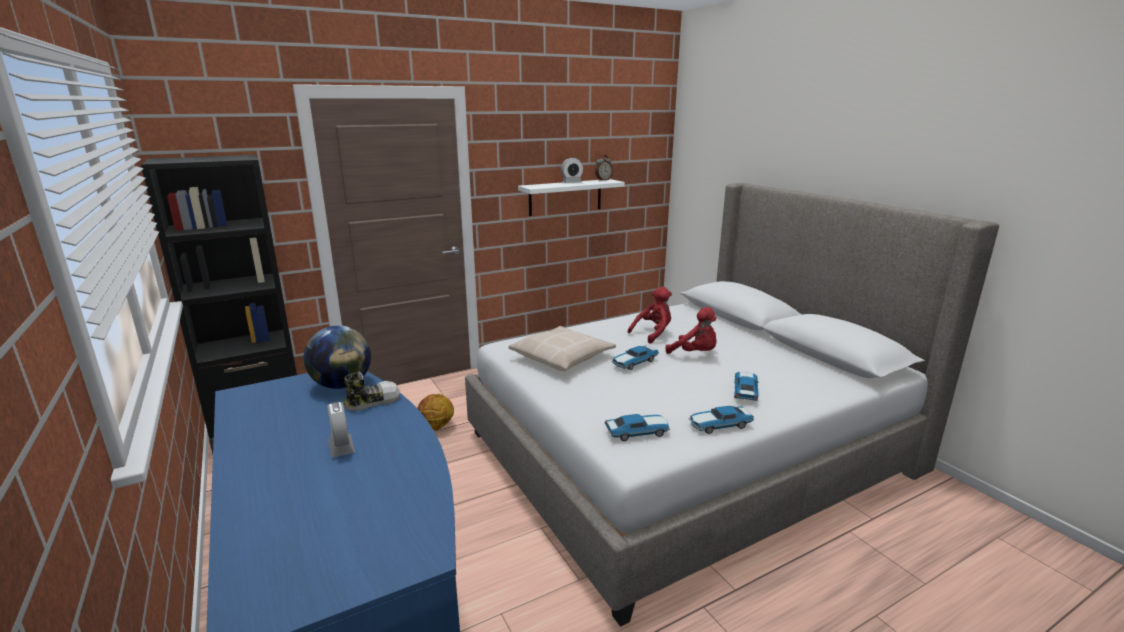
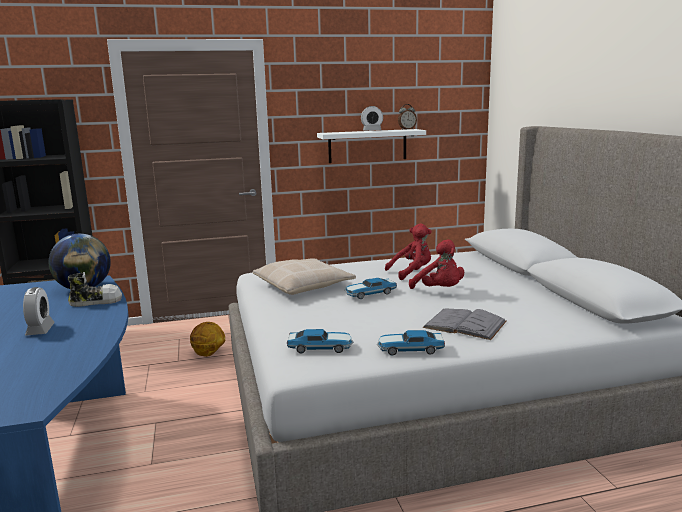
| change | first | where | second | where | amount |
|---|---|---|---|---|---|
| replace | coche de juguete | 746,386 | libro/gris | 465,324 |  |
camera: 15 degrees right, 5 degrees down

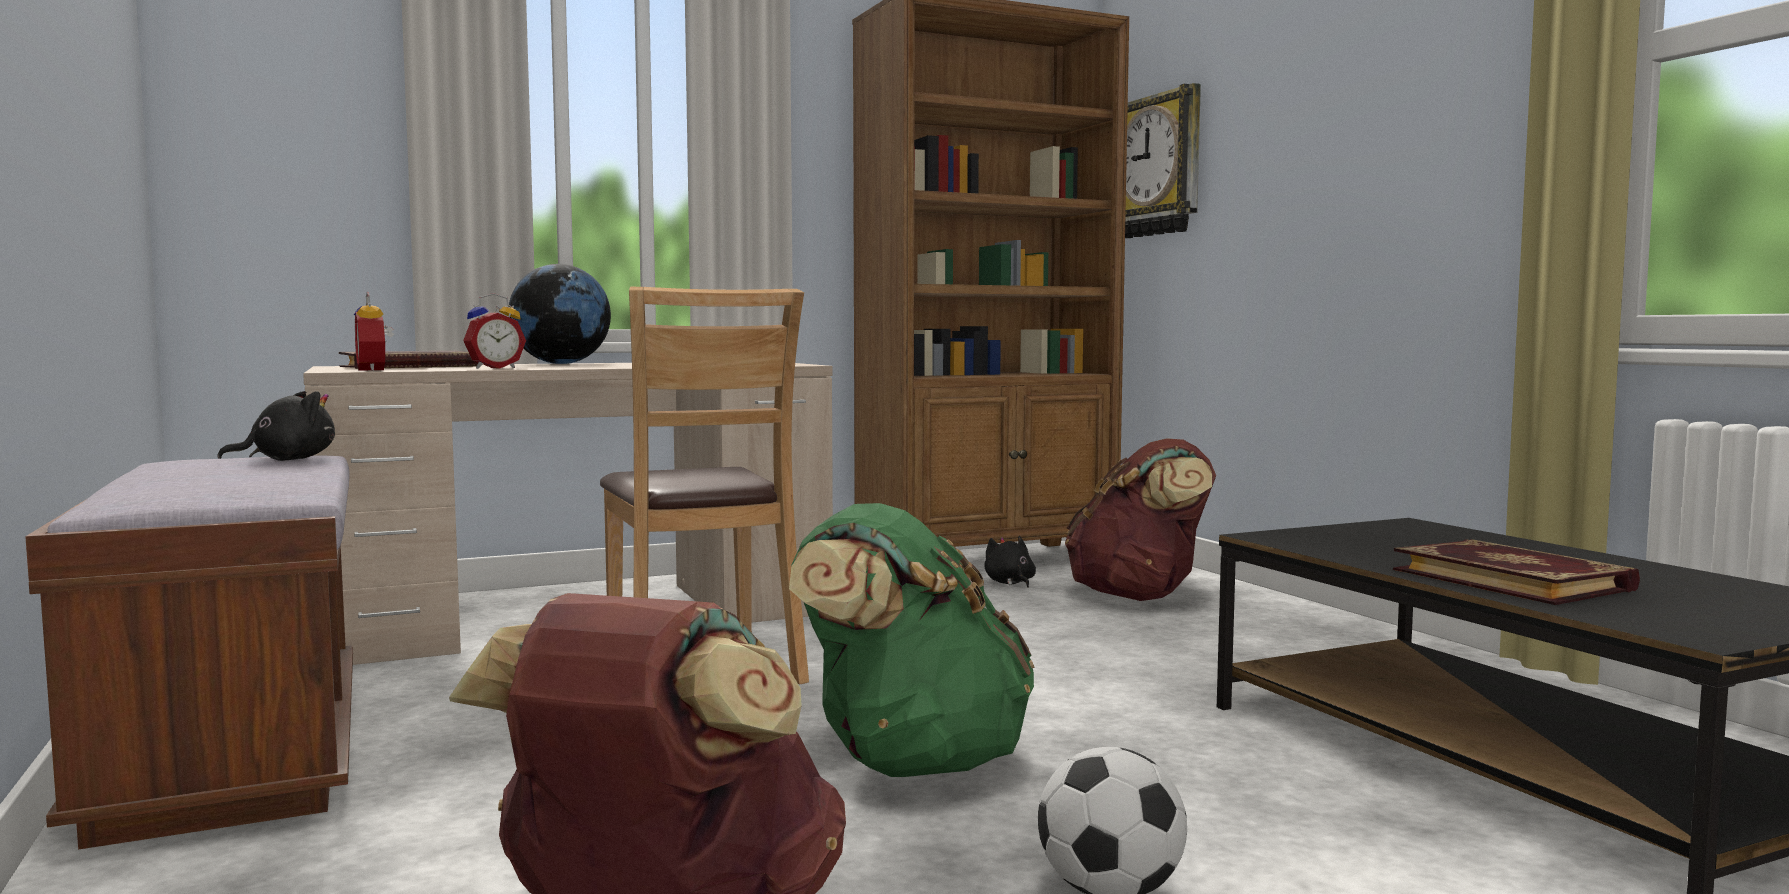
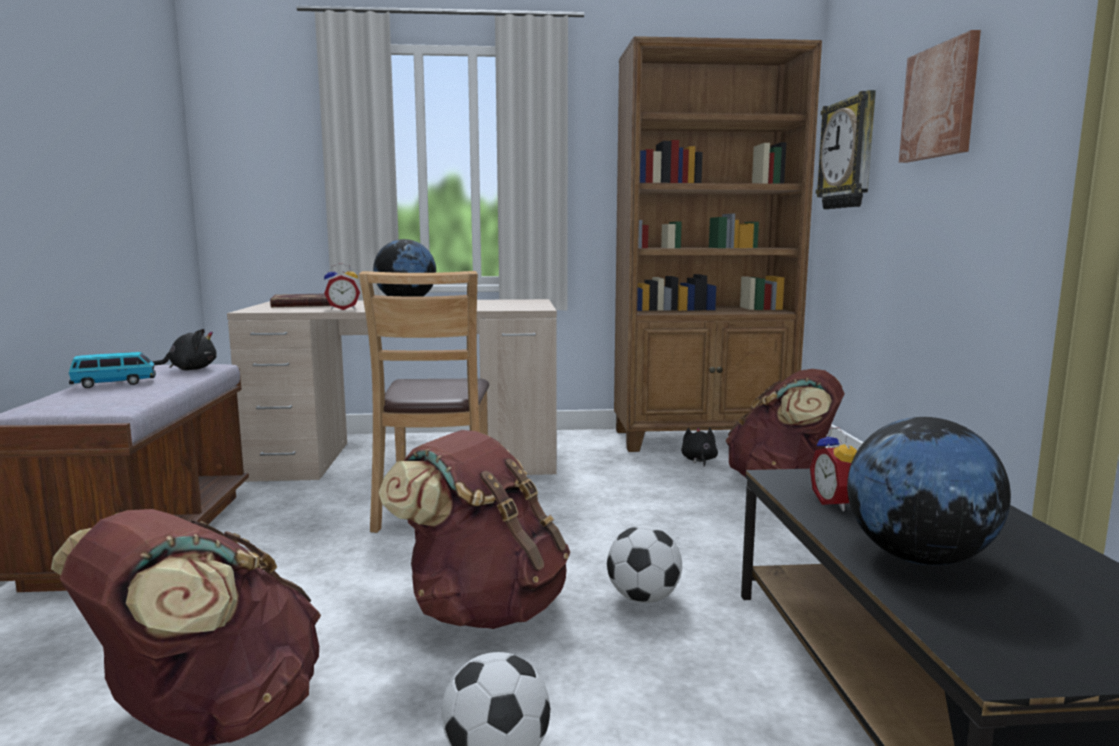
| change | first | where | second | where | amount |
|---|---|---|---|---|---|
| insert |  |  | coche de juguete | 112,370 |  |
| recolor | mochila/verde | 912,640 | mochila/marrón | 474,529 |  |
| insert |  |  | balón de fútbol | 644,564 |  |
| move | despertador | 374,331 |  | 833,469 |  |
| replace | libro | 1516,572 | globo terráqueo | 929,491 |  |
| insert |  |  | cuadro | 940,96 |  |
camera: 20 degrees right, 5 degrees up

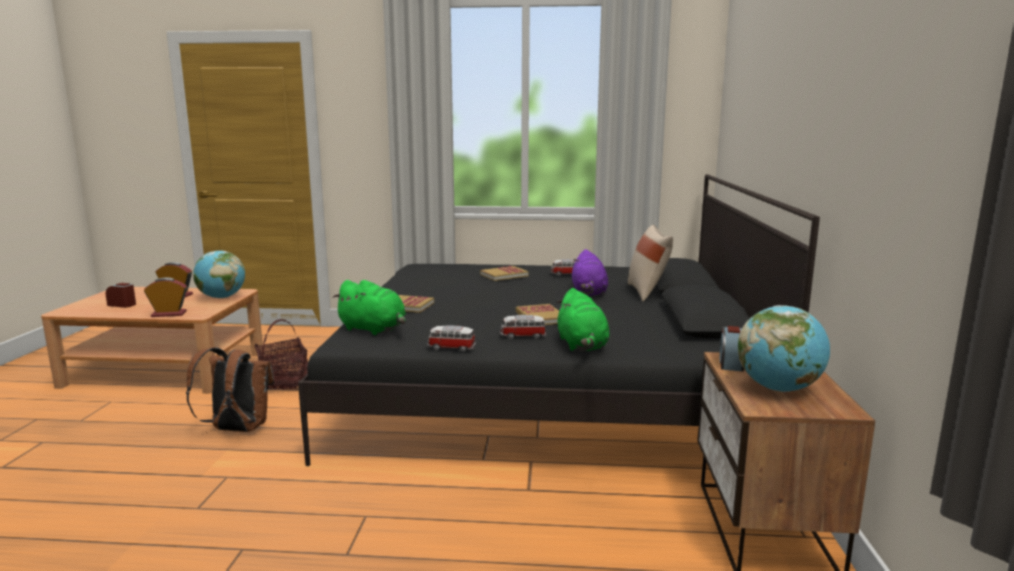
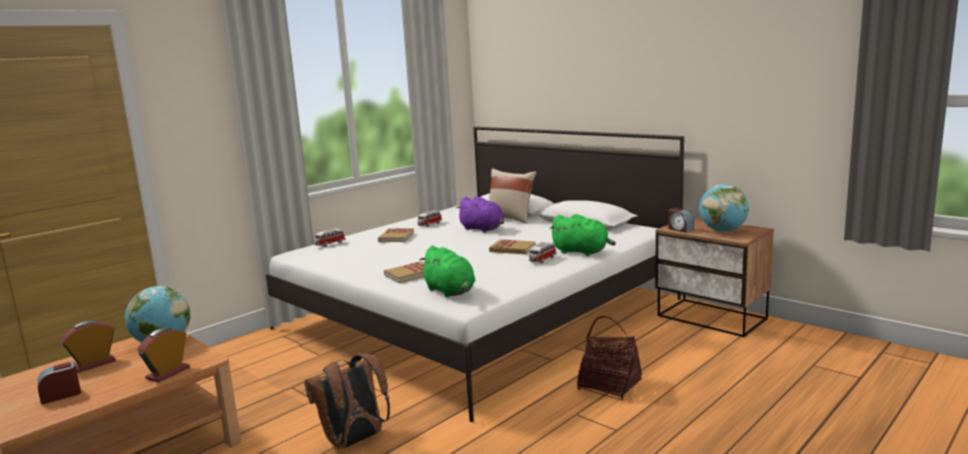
| change | first | where | second | where | amount |
|---|---|---|---|---|---|
| recolor | cama/negro | 559,320 | cama/blanco | 475,274 |  |
| move | coche de juguete | 451,338 |  | 330,238 |  |
| rotate | peluche/verde | 369,307 |  | 447,271 | 75 degrees clockwise |
| move | cesta | 281,354 |  | 609,358 |  |
camera: 50 degrees left, 0 degrees up

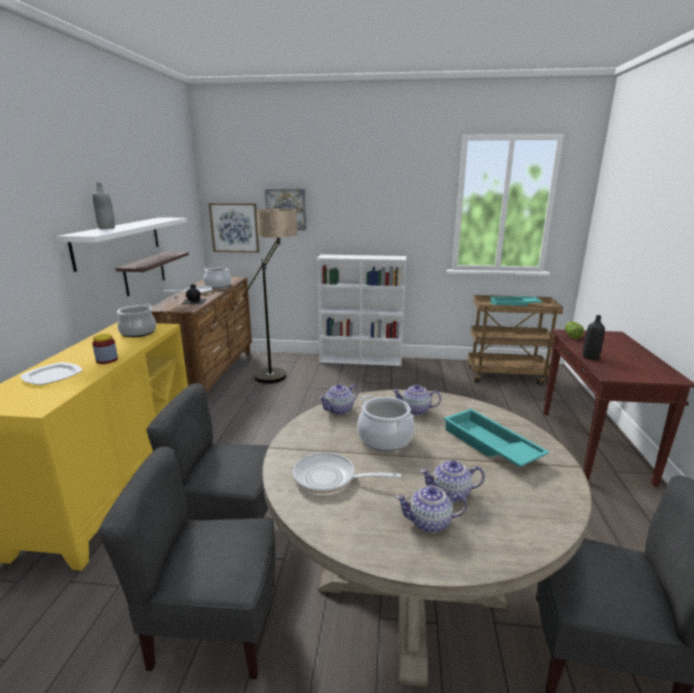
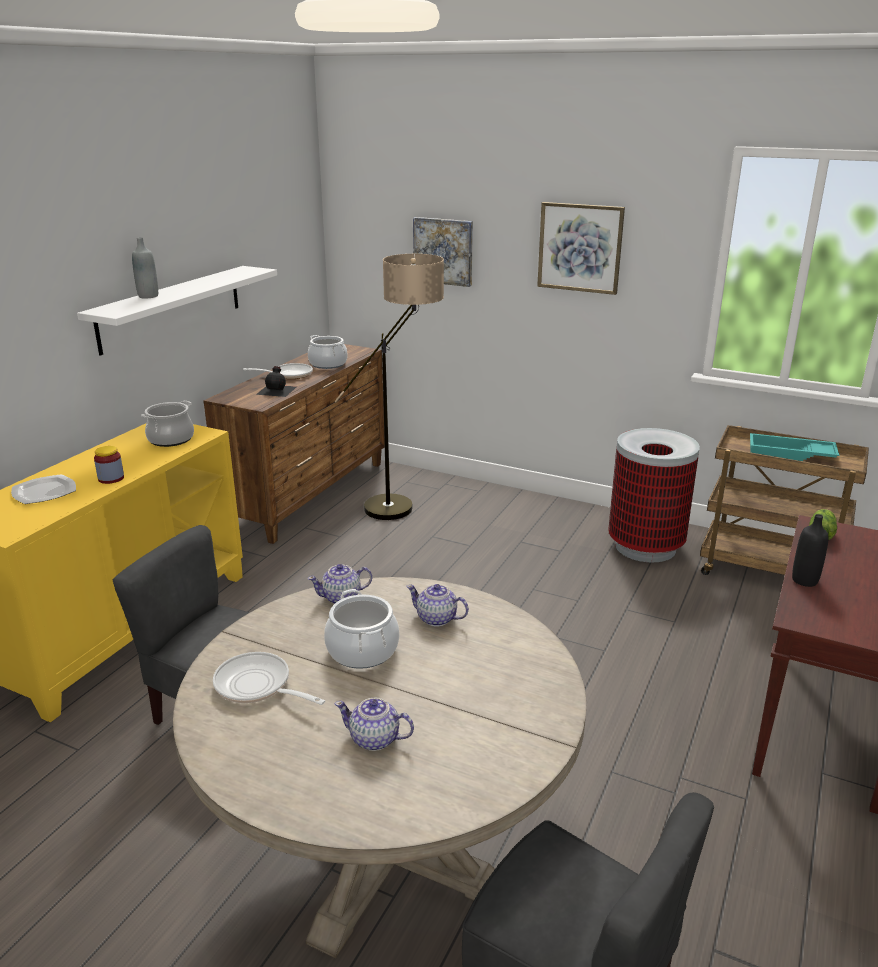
| change | first | where | second | where | amount |
|---|---|---|---|---|---|
| move | cuadro | 234,228 |  | 581,248 |  |
| insert |  |  | papelera | 654,495 |  |
| delete | silla/gris | 187,563 |  |  |  |
| delete | estante | 152,274 |  |  |  |
| delete | estantería/blanco | 361,310 |  |  |  |
| delete | tetera | 431,509 |  |  |  |
| delete | bandeja/turquesa | 496,438 |  |  |  |
camera: 20 degrees right, 5 degrees up

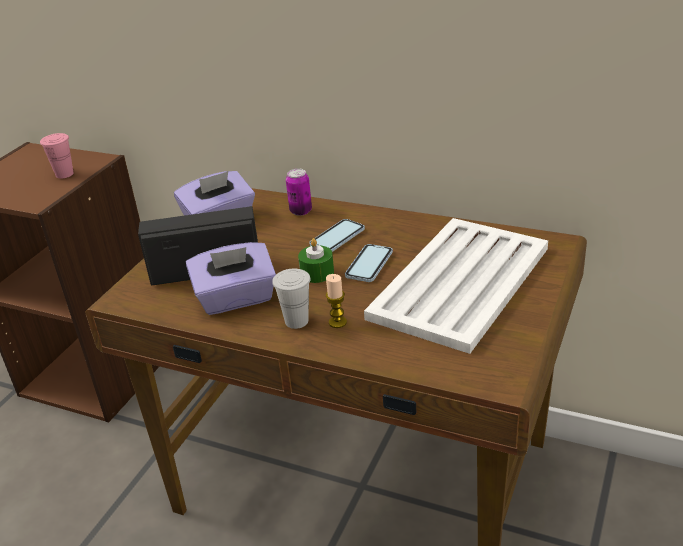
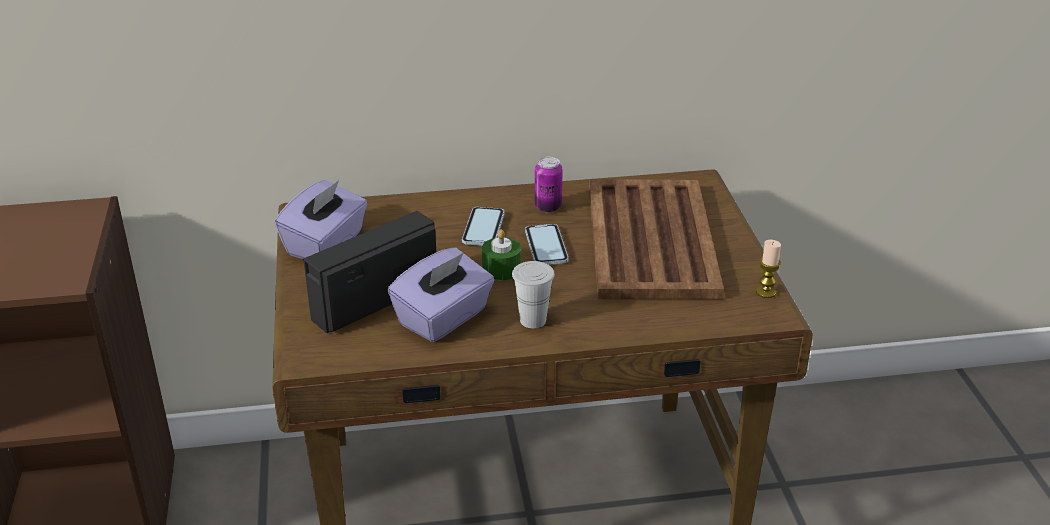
| change | first | where | second | where | amount |
|---|---|---|---|---|---|
| move | lata | 299,192 |  | 549,184 |  |
| recolor | bandeja/blanco | 456,286 | bandeja/marrón | 656,239 |  |
| move | vela | 336,301 |  | 768,269 |  |
| delete | taza/rosa | 57,156 |  |  |  |
camera: 35 degrees left, 0 degrees up

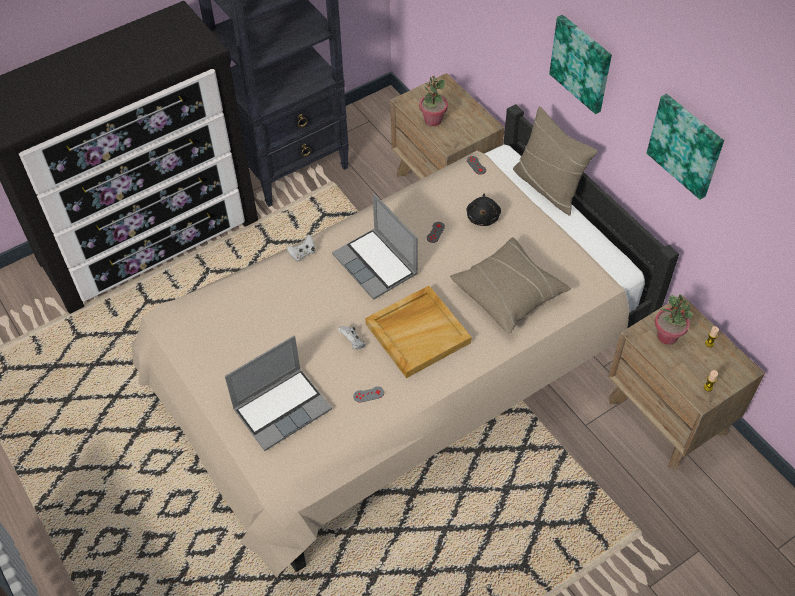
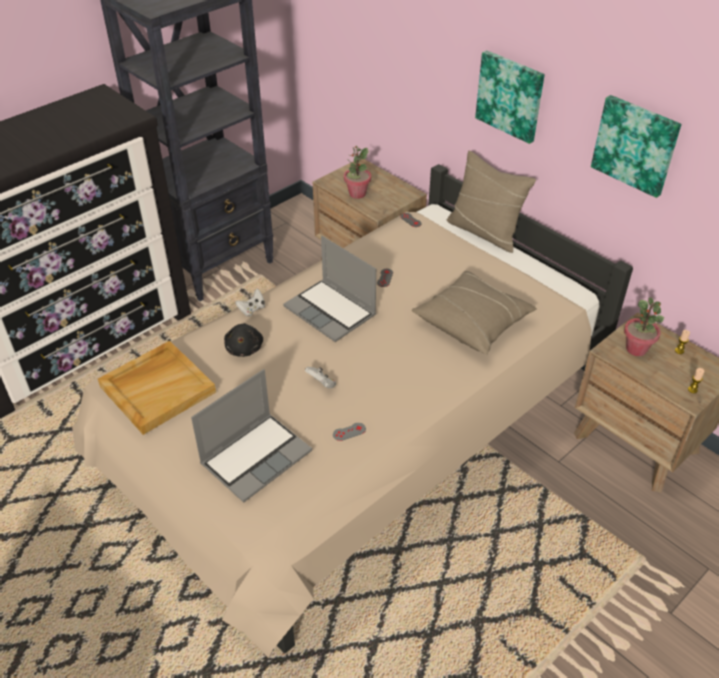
| change | first | where | second | where | amount |
|---|---|---|---|---|---|
| move | bandeja/beis | 418,332 |  | 157,388 |  |
| move | peluche/negro | 483,210 |  | 243,340 |  |
camera: 10 degrees left, 10 degrees down

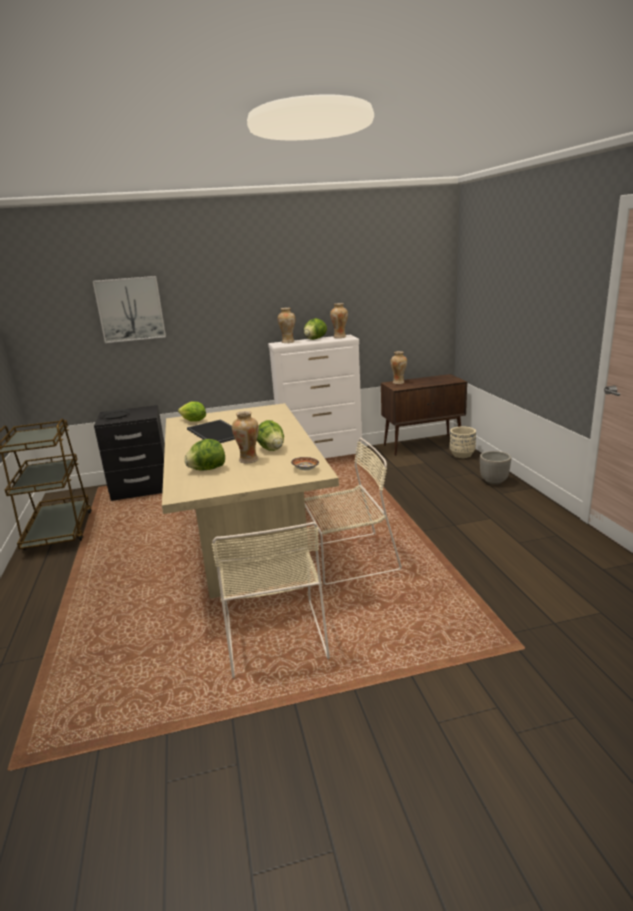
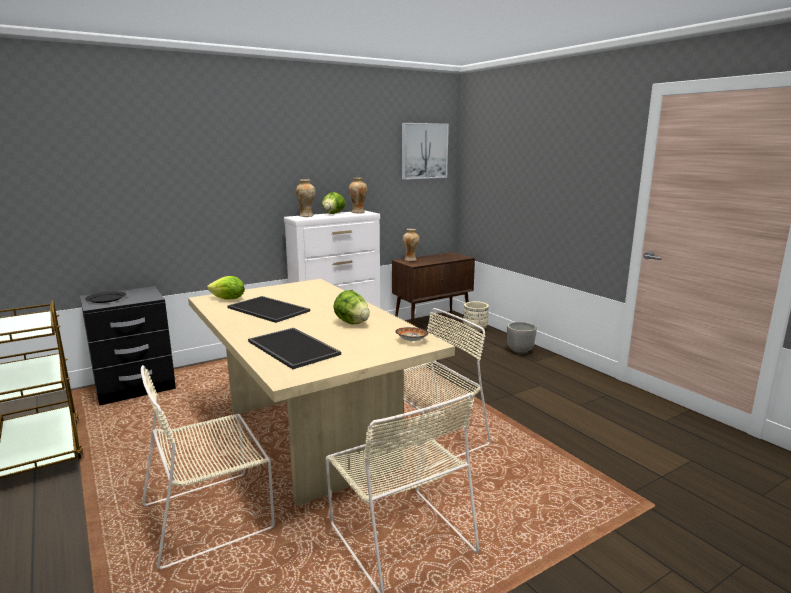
| change | first | where | second | where | amount |
|---|---|---|---|---|---|
| insert |  |  | silla/beis | 208,467 |  |
| replace | lechuga | 204,455 | bandeja | 294,348 |  |
| move | cuadro | 129,309 |  | 425,151 |  |
| delete | florero | 245,437 |  |  |  |
camera: 20 degrees left, 5 degrees down

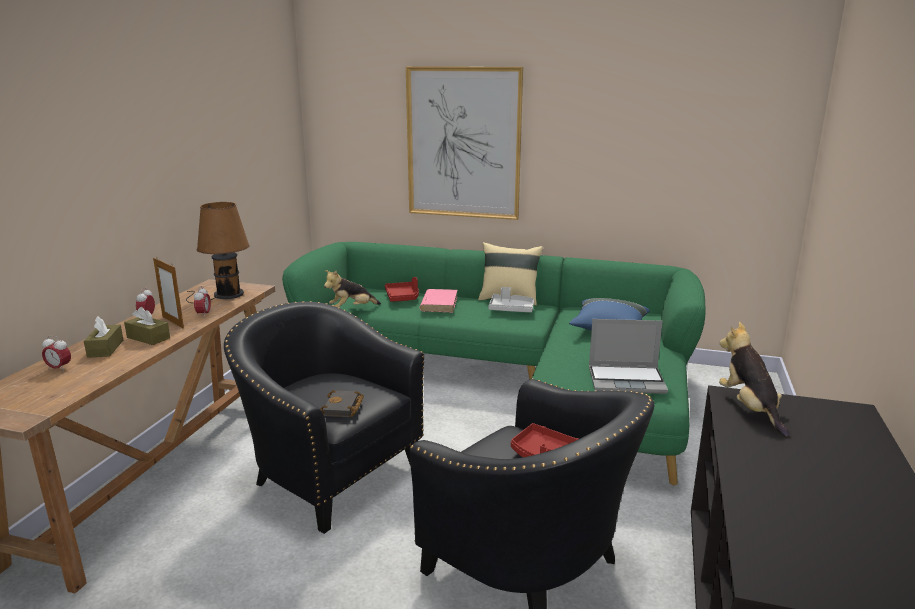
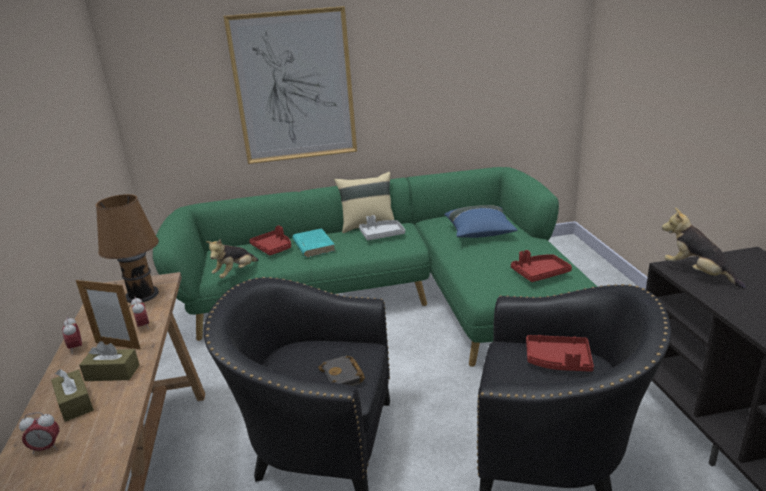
| change | first | where | second | where | amount |
|---|---|---|---|---|---|
| recolor | libro/rosa | 439,301 | libro/turquesa | 313,242 |  |
| replace | portátil | 628,356 | bandeja/rojo | 541,266 |  |
camera: 25 degrees left, 5 degrees up

